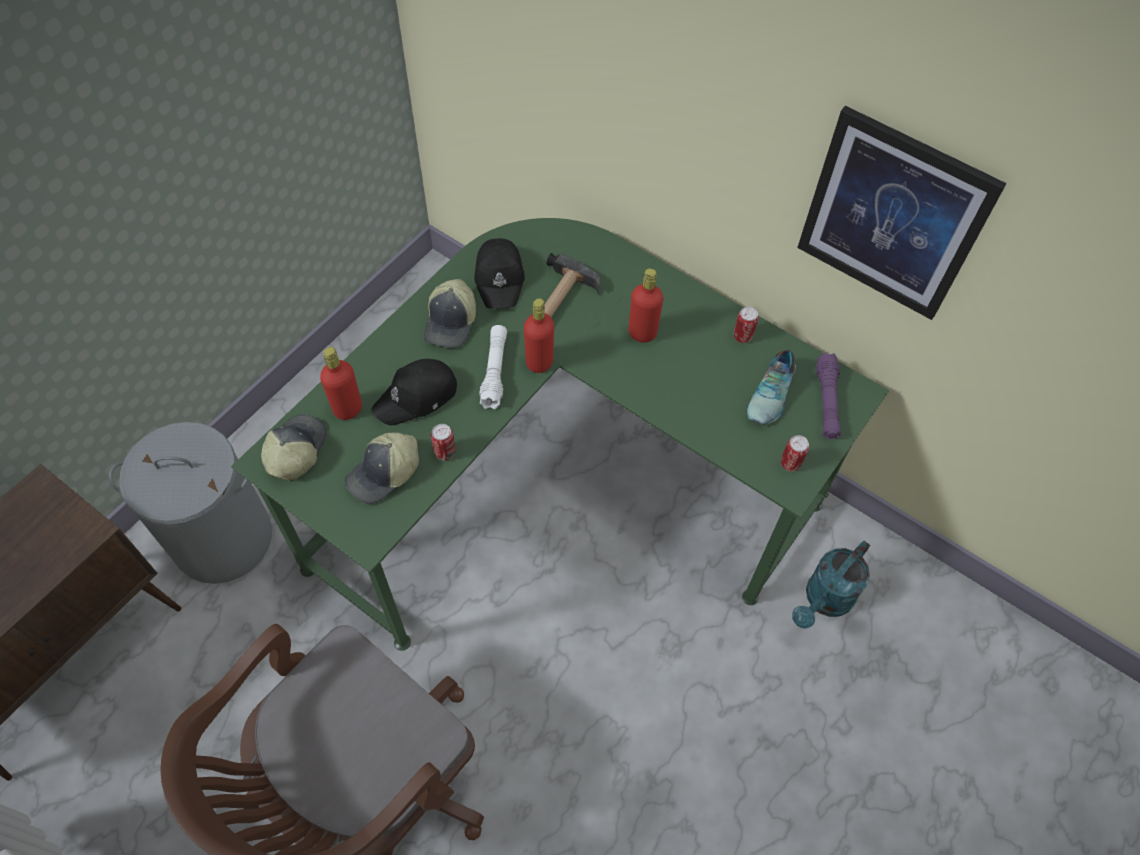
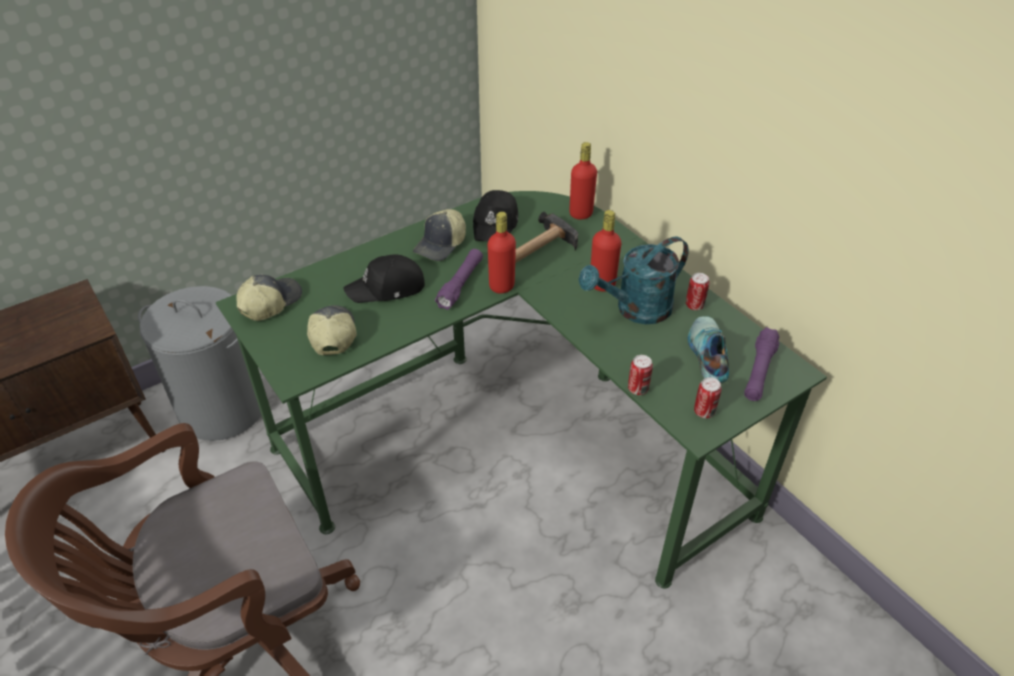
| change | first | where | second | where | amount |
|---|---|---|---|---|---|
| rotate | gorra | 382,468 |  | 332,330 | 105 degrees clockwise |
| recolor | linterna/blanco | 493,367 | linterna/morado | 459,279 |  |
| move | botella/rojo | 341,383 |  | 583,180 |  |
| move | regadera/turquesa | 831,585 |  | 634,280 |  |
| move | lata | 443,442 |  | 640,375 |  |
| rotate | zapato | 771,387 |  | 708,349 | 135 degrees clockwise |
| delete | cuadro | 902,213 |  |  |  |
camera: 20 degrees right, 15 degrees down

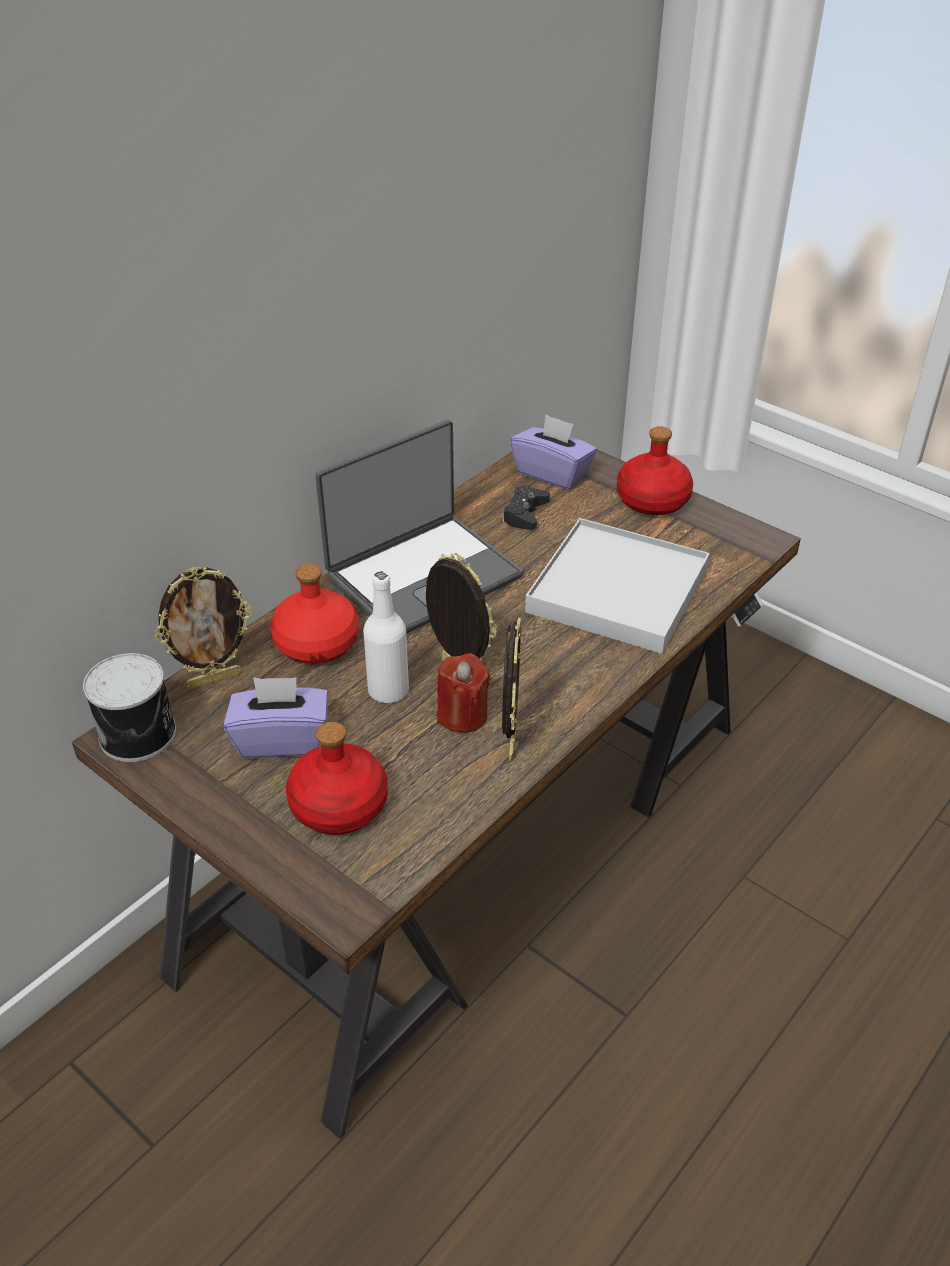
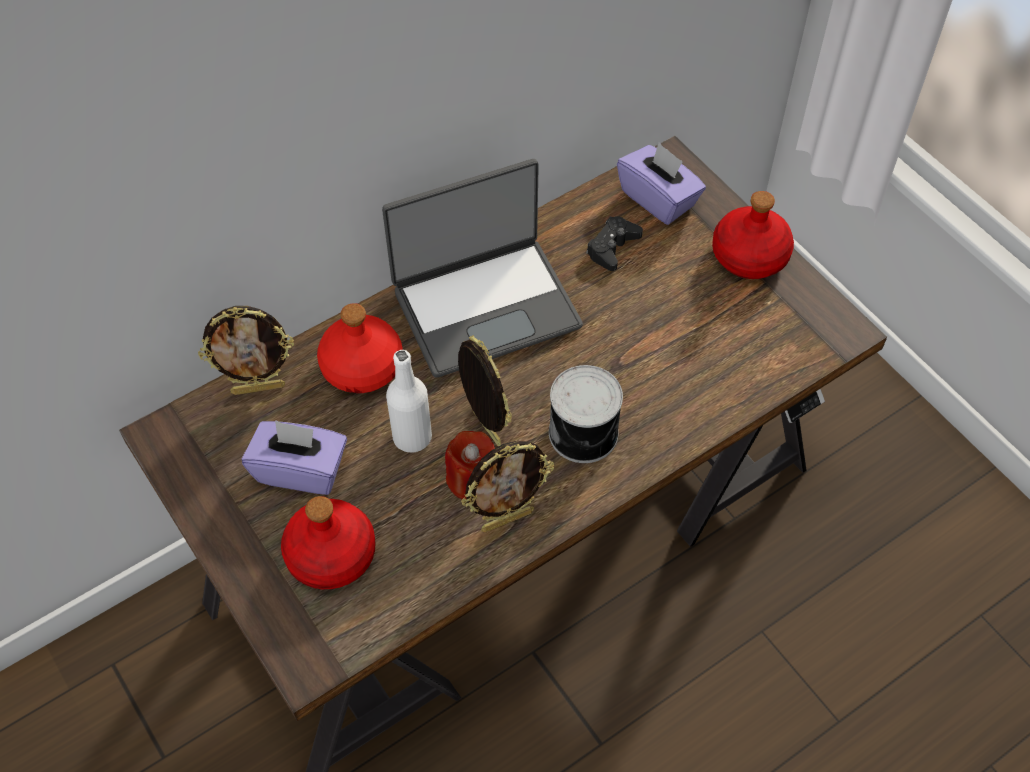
| change | first | where | second | where | amount |
|---|---|---|---|---|---|
| rotate | portarretratos | 511,689 |  | 507,487 | 45 degrees clockwise |
| move | lata | 129,707 |  | 586,414 |  |
| delete | bandeja/blanco | 617,586 |  |  |  |
camera: 15 degrees right, 15 degrees up

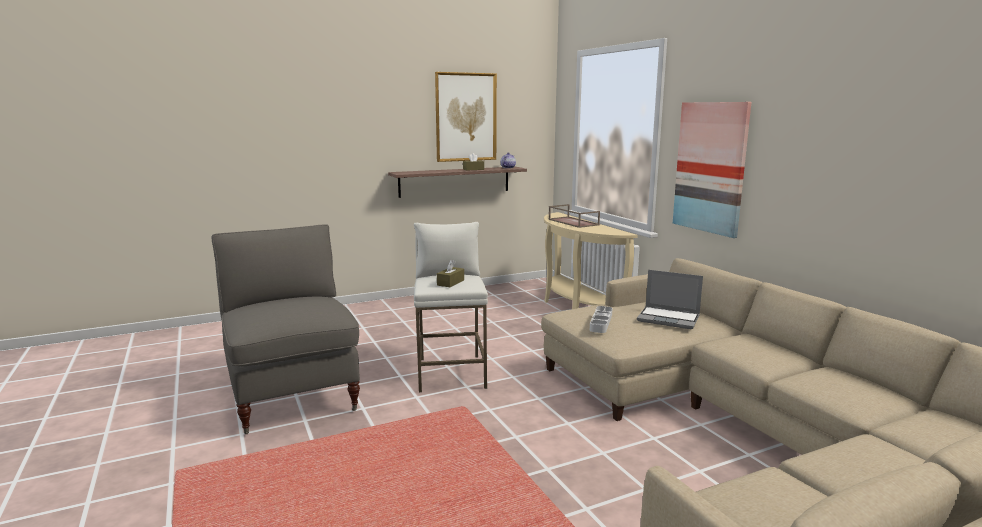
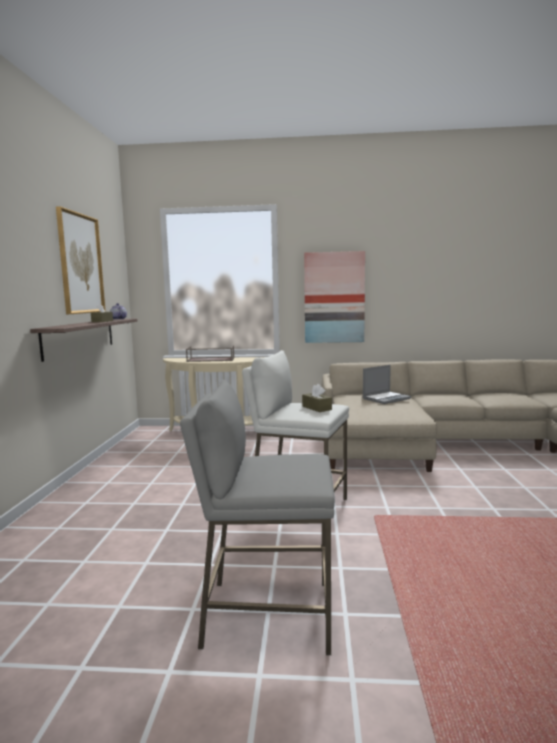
| change | first | where | second | where | amount |
|---|---|---|---|---|---|
| replace | sillón/gris | 285,329 | taburete/gris | 257,517 |  |
| delete | bandeja/gris | 601,319 |  |  |  |
camera: 60 degrees left, 5 degrees down

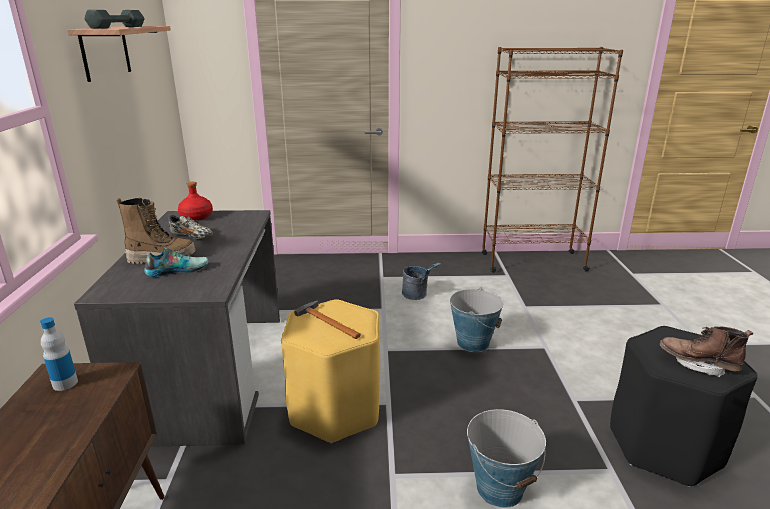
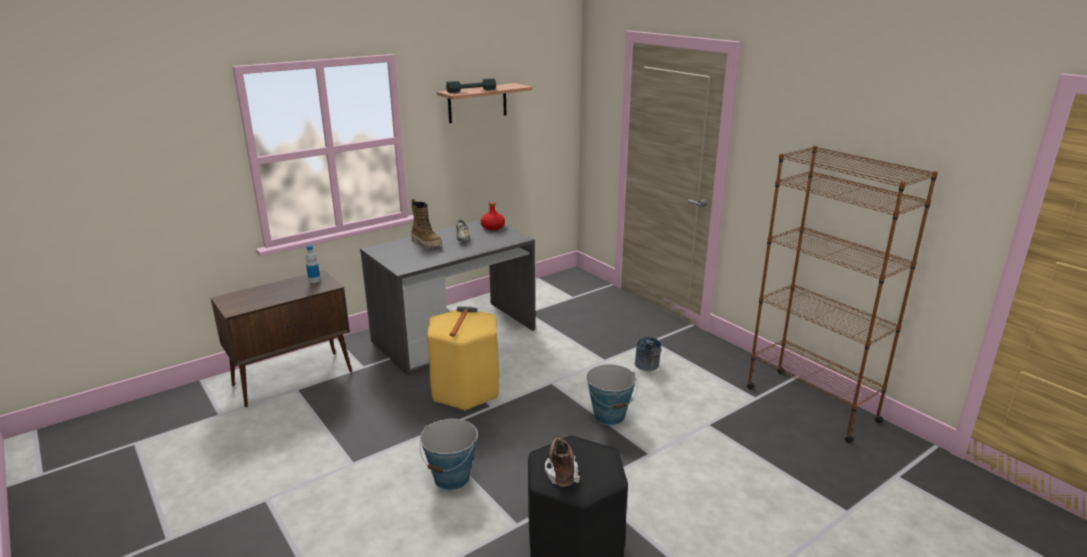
| change | first | where | second | where | amount |
|---|---|---|---|---|---|
| delete | zapato | 176,262 |  |  |  |
camera: 55 degrees right, 0 degrees up

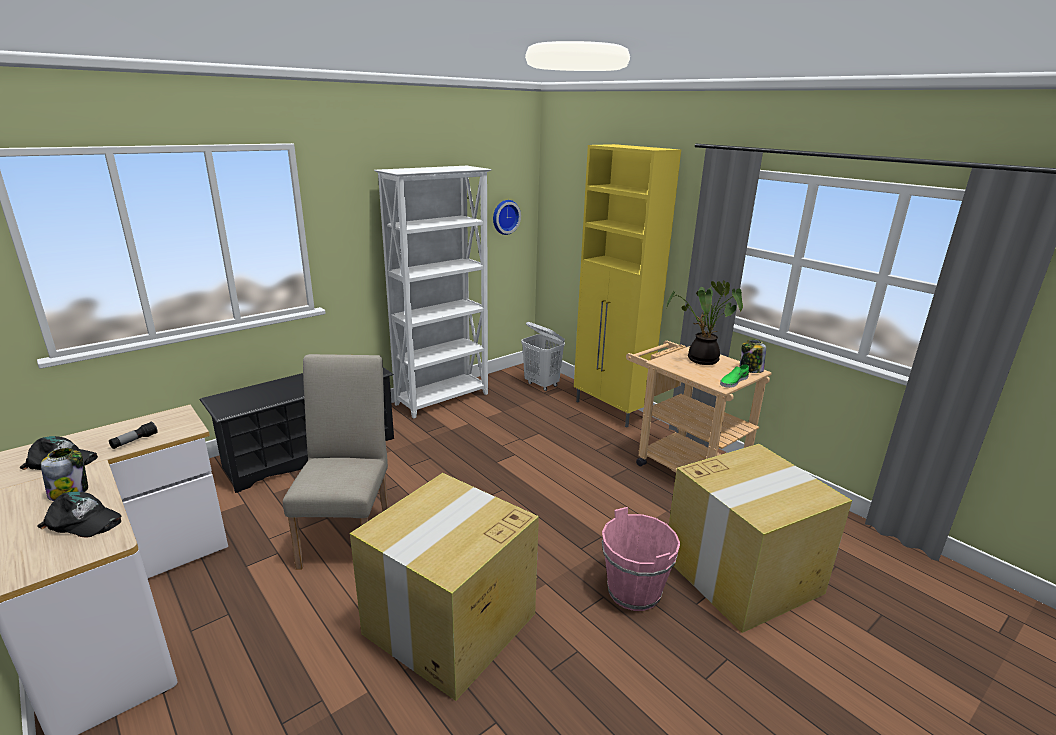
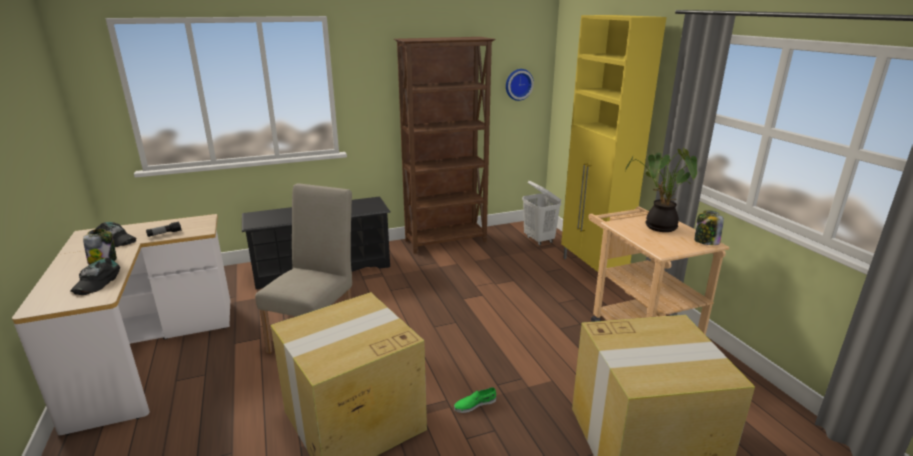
| change | first | where | second | where | amount |
|---|---|---|---|---|---|
| rotate | gorra/negro | 79,514 |  | 95,276 | 60 degrees clockwise |
| recolor | estantería/blanco | 433,292 | estantería/marrón | 445,145 |  |
| move | zapato/verde | 734,376 |  | 475,400 |  |
| delete | cubo/rosa | 641,559 |  |  |  |
camera: 20 degrees right, 0 degrees up

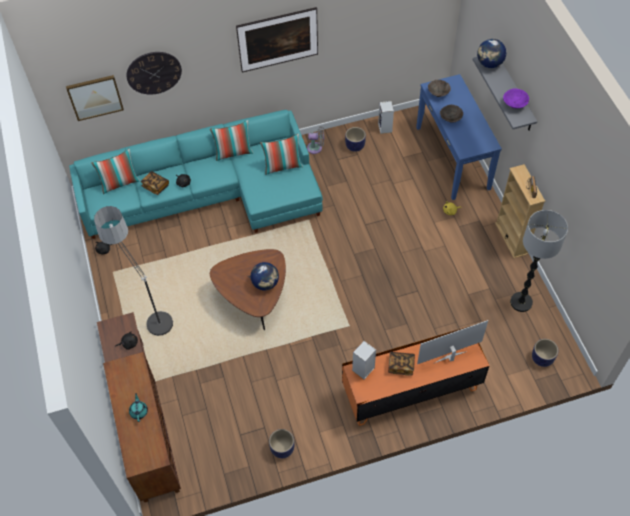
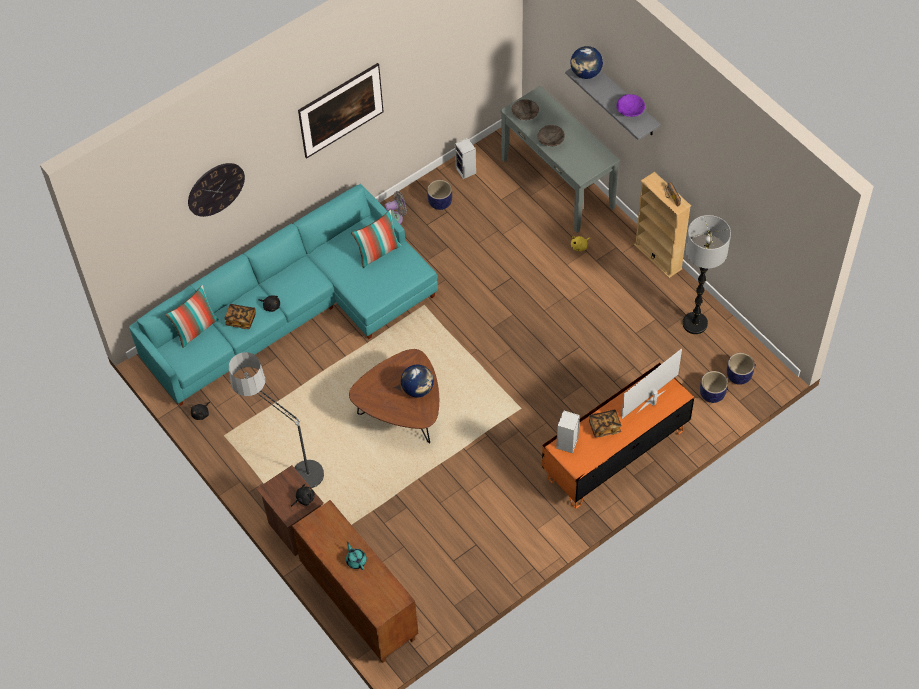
| change | first | where | second | where | amount |
|---|---|---|---|---|---|
| recolor | mesa consola/azul | 459,137 | mesa consola/gris | 560,159 |  |
| move | maceta | 282,443 |  | 714,387 |  |
| delete | cuadro | 95,98 |  |  |  |
| delete | cojín | 231,140 |  |  |  |
camera: 20 degrees left, 0 degrees up

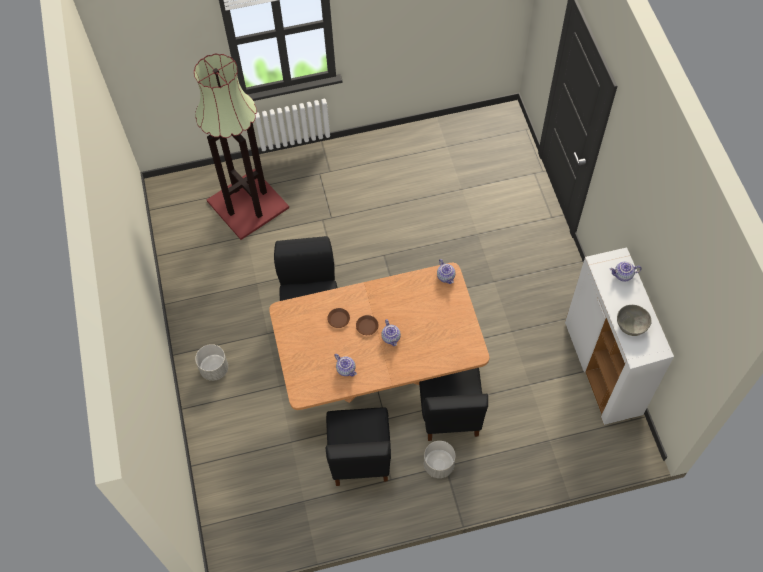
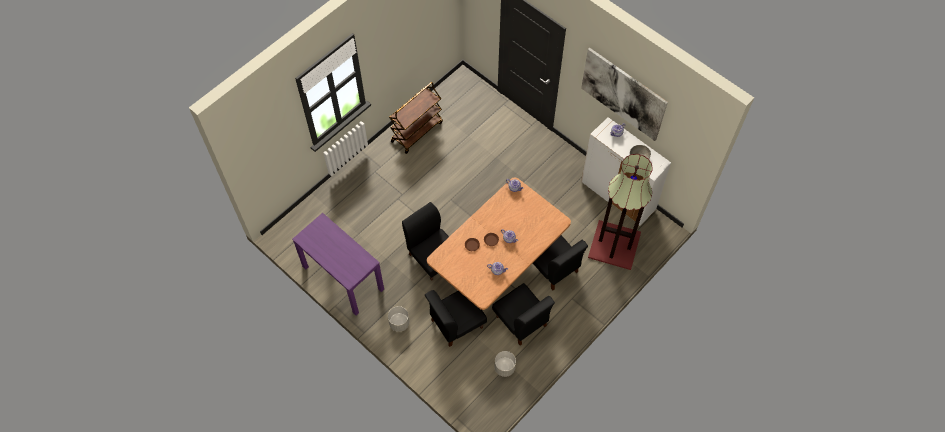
| change | first | where | second | where | amount |
|---|---|---|---|---|---|
| insert |  |  | mesa consola/morado | 338,264 |  |
| insert |  |  | carrito/marrón | 416,118 |  |
| insert |  |  | silla/negro | 456,318 |  |
| move | maceta/gris | 439,459 |  | 505,364 |  |
| insert |  |  | cuadro | 624,94 |  |
| move | lámpara de pie | 241,147 |  | 620,212 |  |
camera: 35 degrees left, 0 degrees up

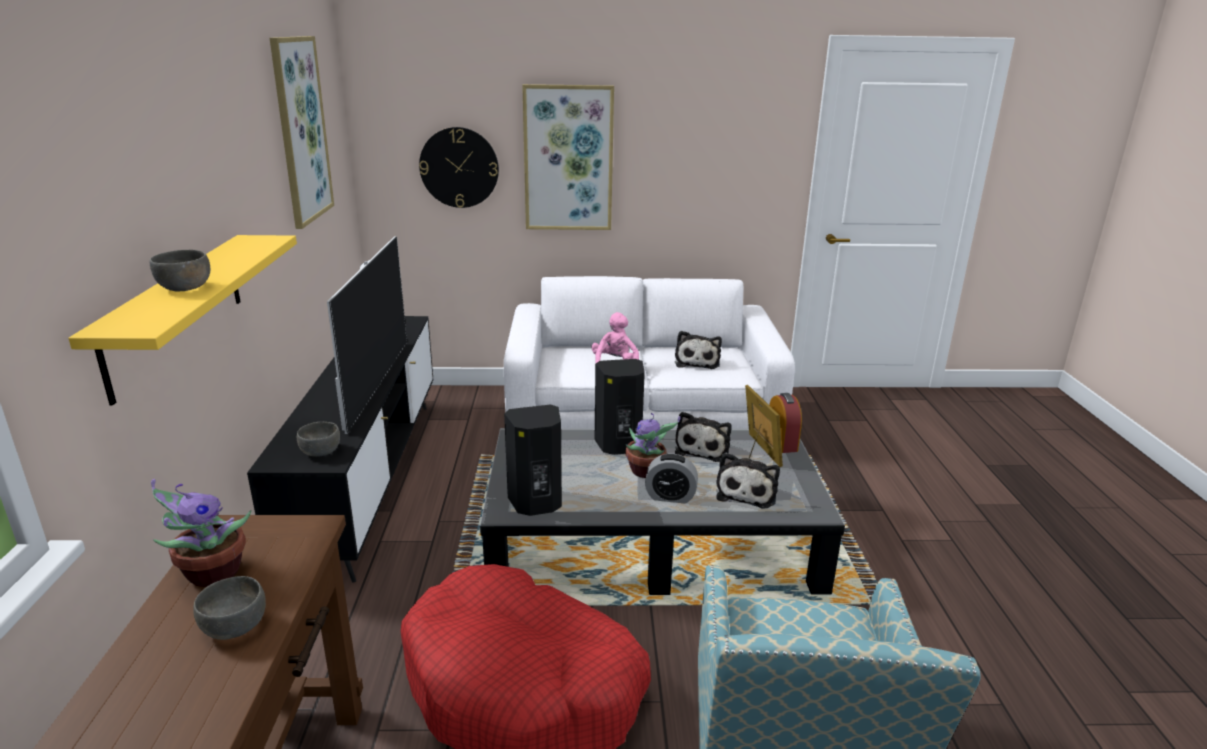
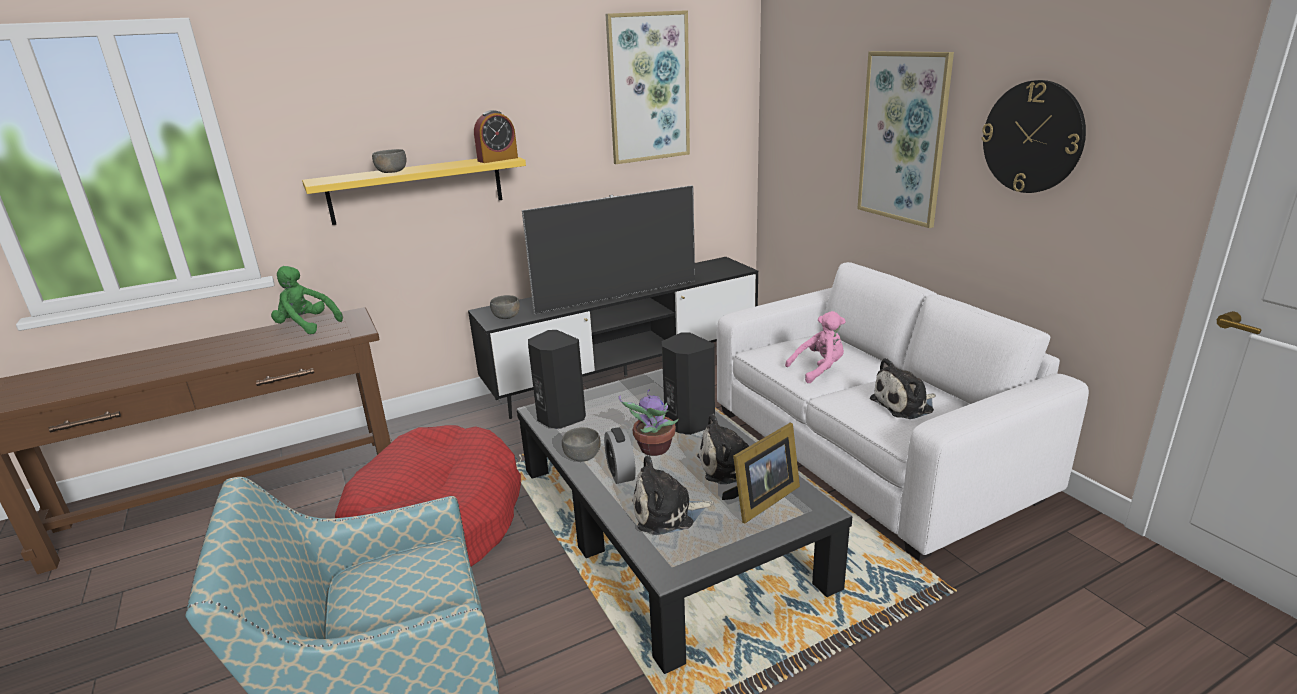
| change | first | where | second | where | amount |
|---|---|---|---|---|---|
| replace | planta en maceta | 201,533 | peluche/verde | 307,300 |  |
| move | despertador | 785,423 |  | 496,136 |  |
| move | cuenco/gris | 229,608 |  | 581,444 |  |
| move | reloj de pared | 459,167 |  | 1033,136 |  |
camera: 65 degrees right, 0 degrees up

